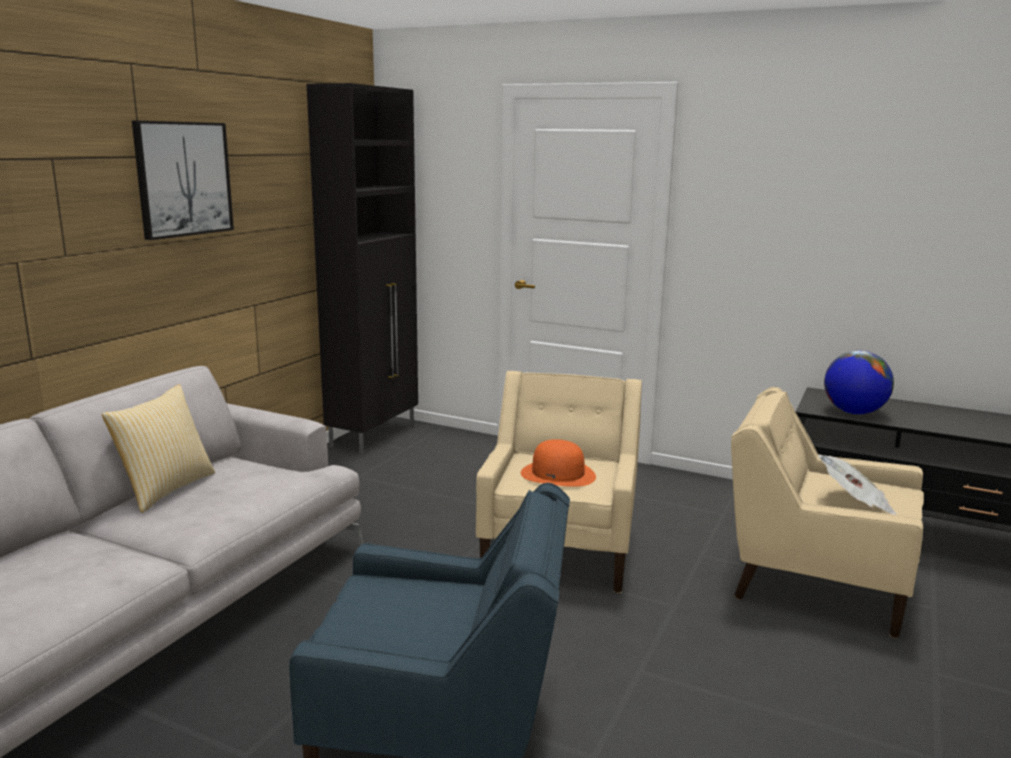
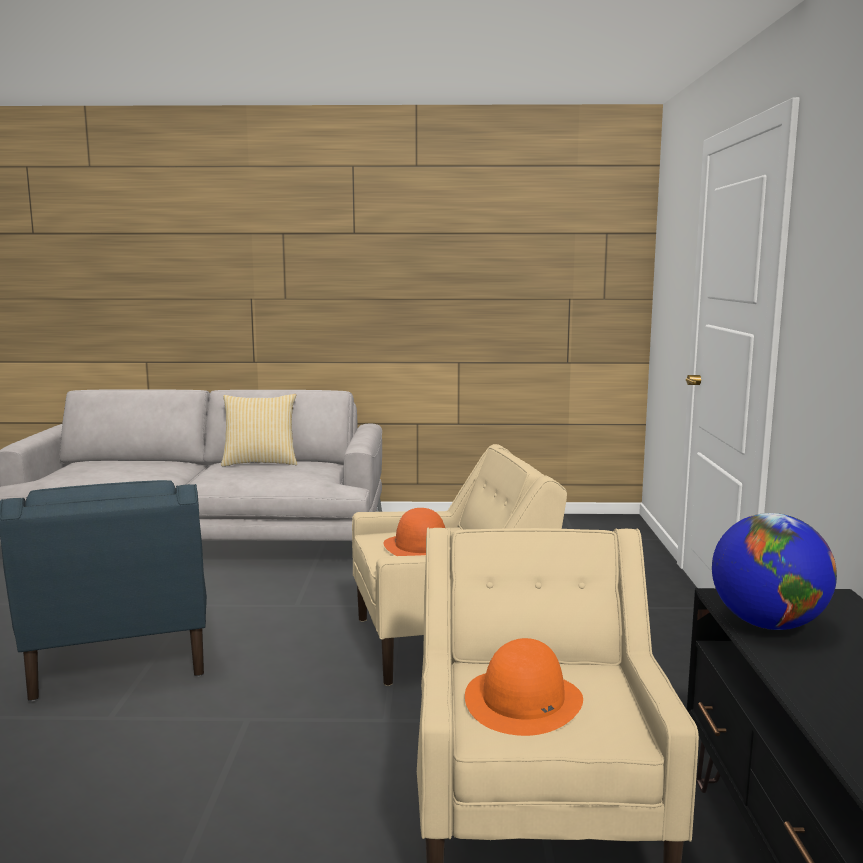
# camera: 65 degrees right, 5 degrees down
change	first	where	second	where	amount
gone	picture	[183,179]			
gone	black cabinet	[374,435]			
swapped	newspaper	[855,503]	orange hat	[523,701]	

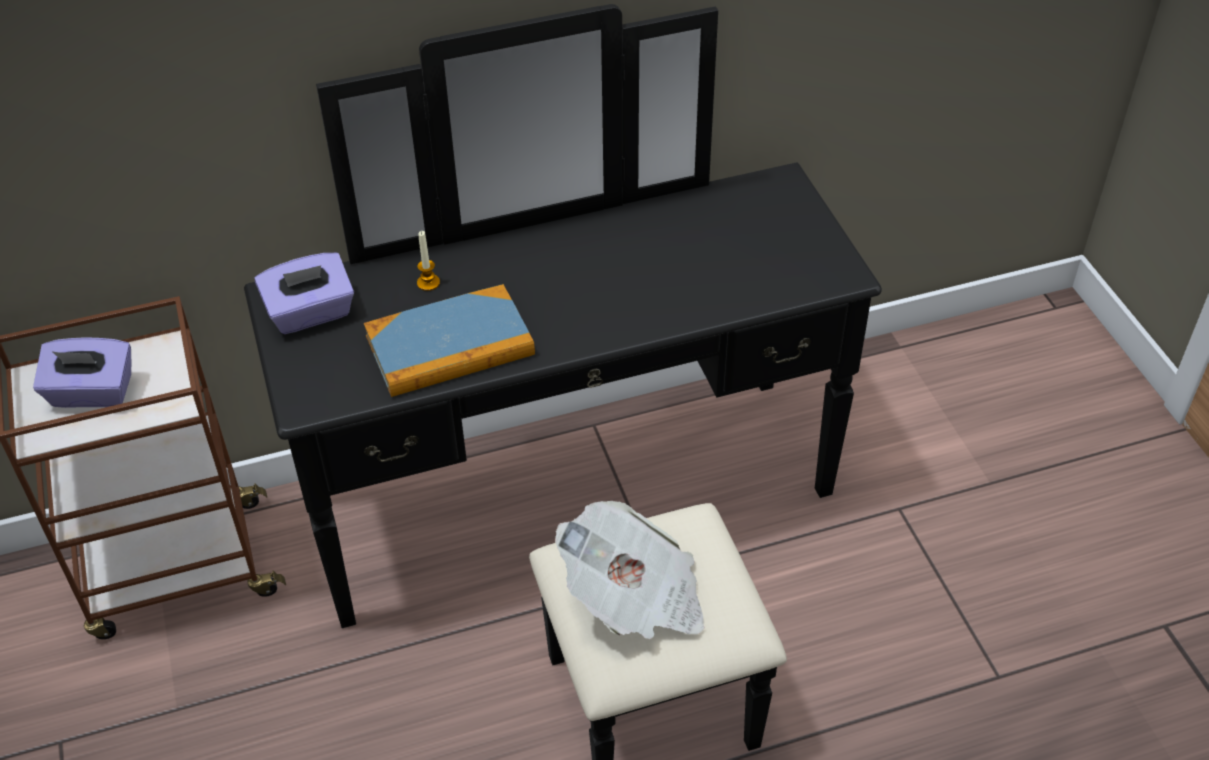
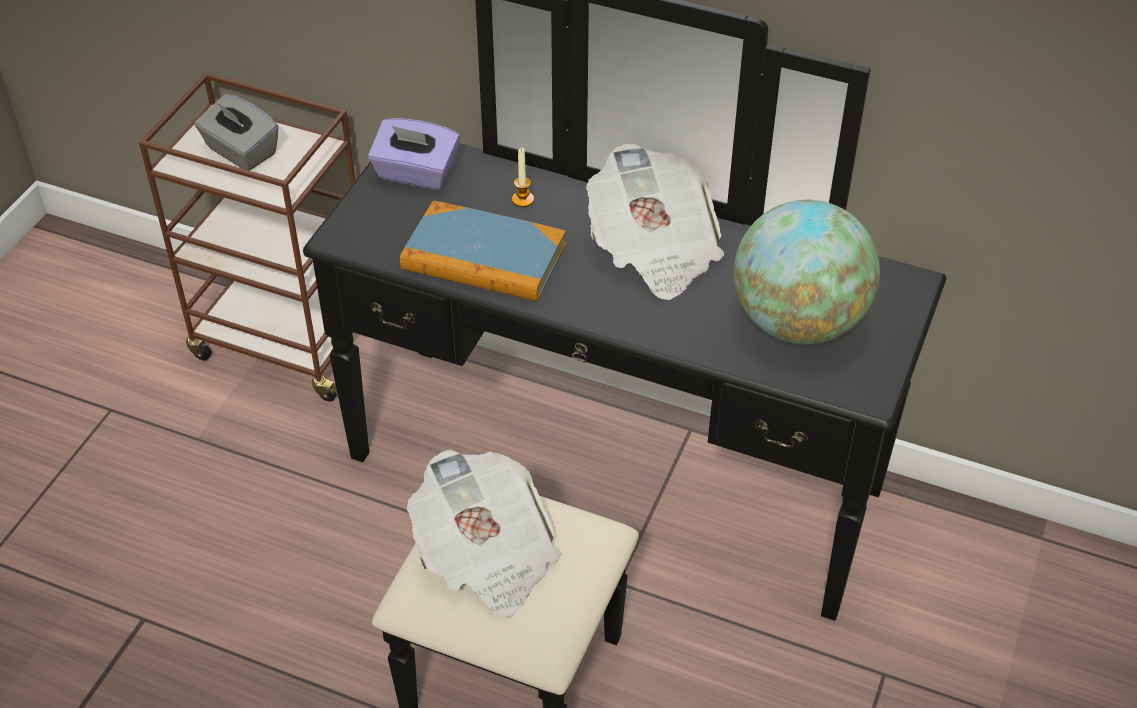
# camera: 40 degrees right, 0 degrees up
change	first	where	second	where	amount
repainted	purple tissue box	[92,393]	grey tissue box	[240,151]	
new			newspaper	[654,250]	
new			globe	[798,322]	

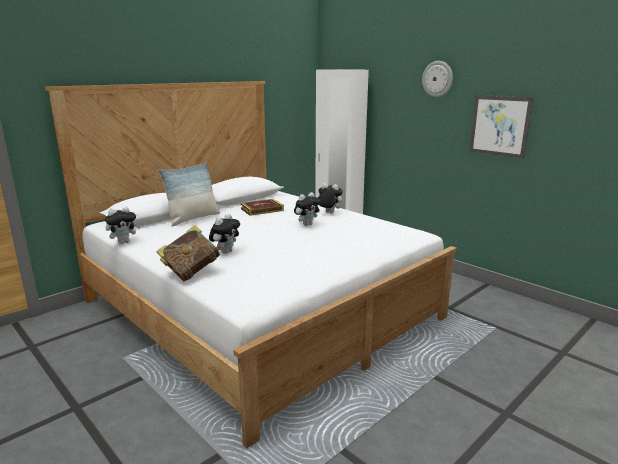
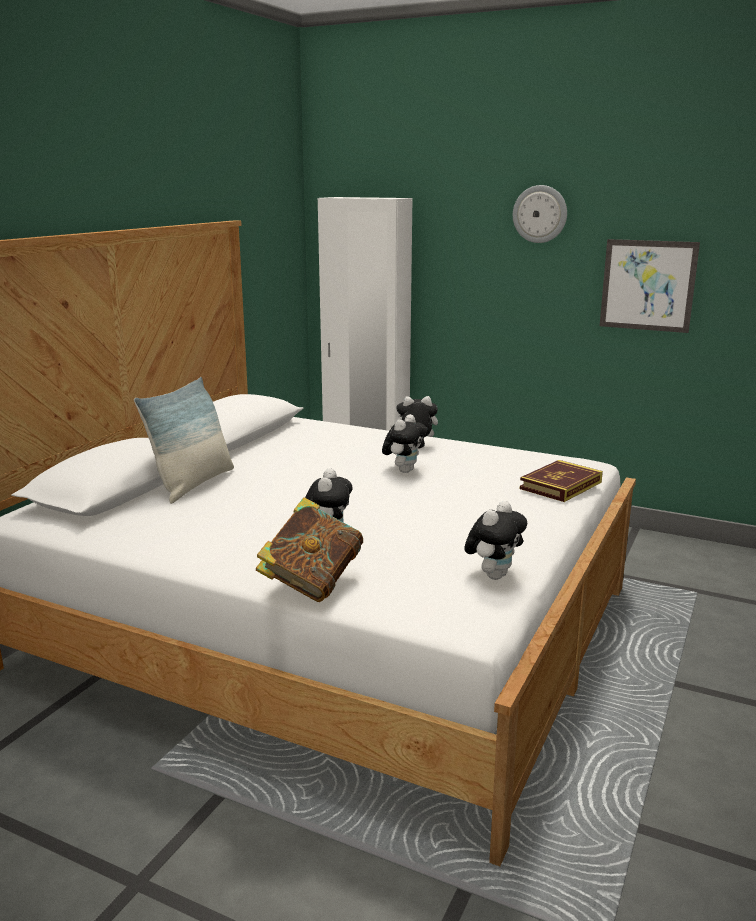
# camera: 20 degrees left, 0 degrees up
change	first	where	second	where	amount
shifted	plush toy	[124,242]		[494,575]	
shifted	book	[262,209]		[560,485]	

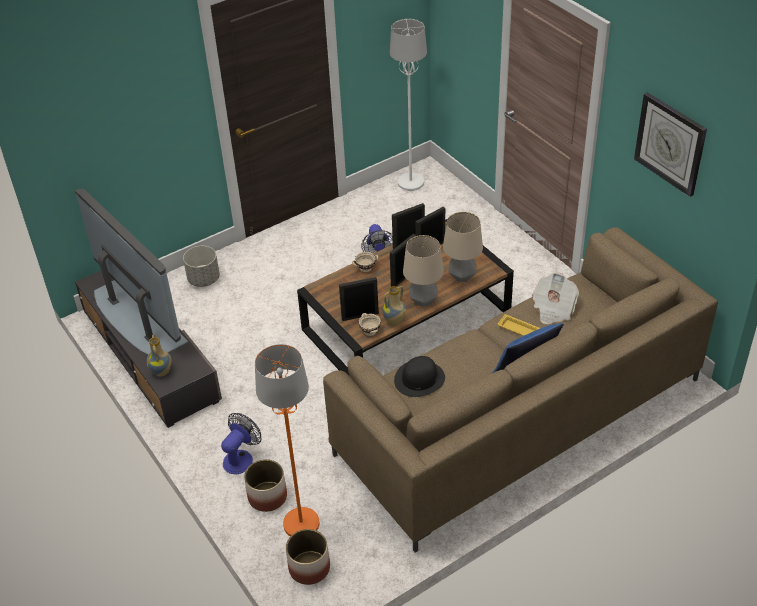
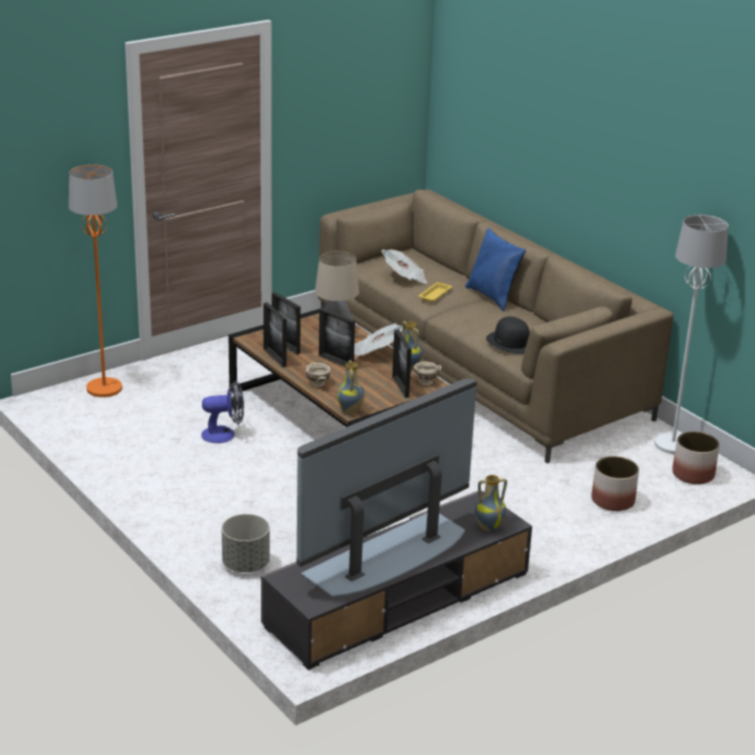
# camera: 95 degrees left, 15 degrees down
change	first	where	second	where	amount
gone	fan	[241,458]			
shifted	orange floor lamp	[301,523]		[104,388]	
shifted	white floor lamp	[410,183]		[673,445]	
swapped	table lamp	[423,300]	newspaper	[374,352]	
gone	wall clock	[670,143]			
new			vase	[351,410]	

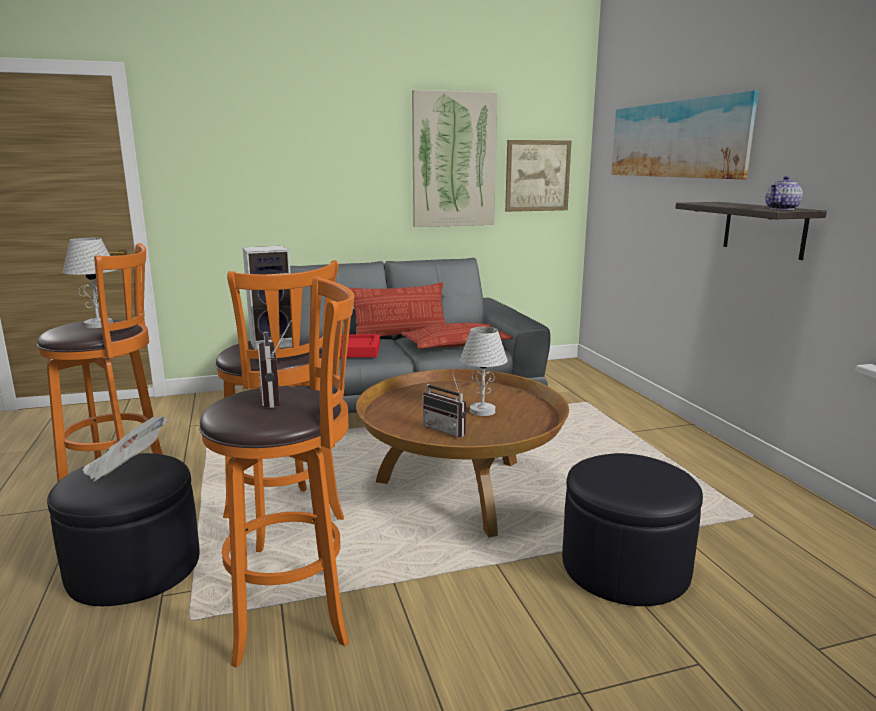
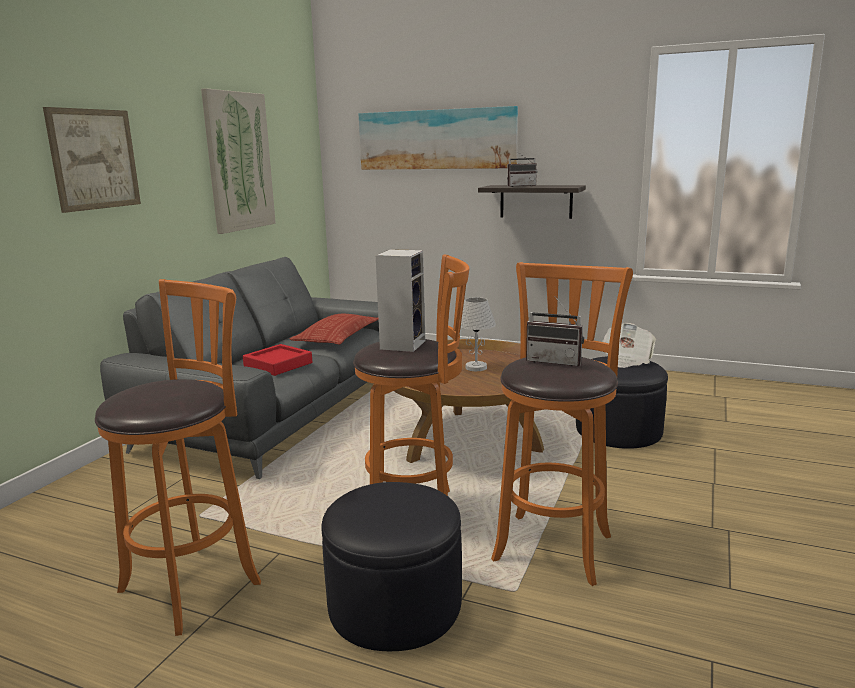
# camera: 50 degrees left, 0 degrees up
change	first	where	second	where	amount
gone	white table lamp	[98,325]			
shifted	newspaper	[127,468]		[627,359]	
gone	pillow	[400,336]			
shifted	radio	[448,429]		[520,186]	
shifted	picture	[537,176]		[94,159]	
gone	teapot	[782,209]			

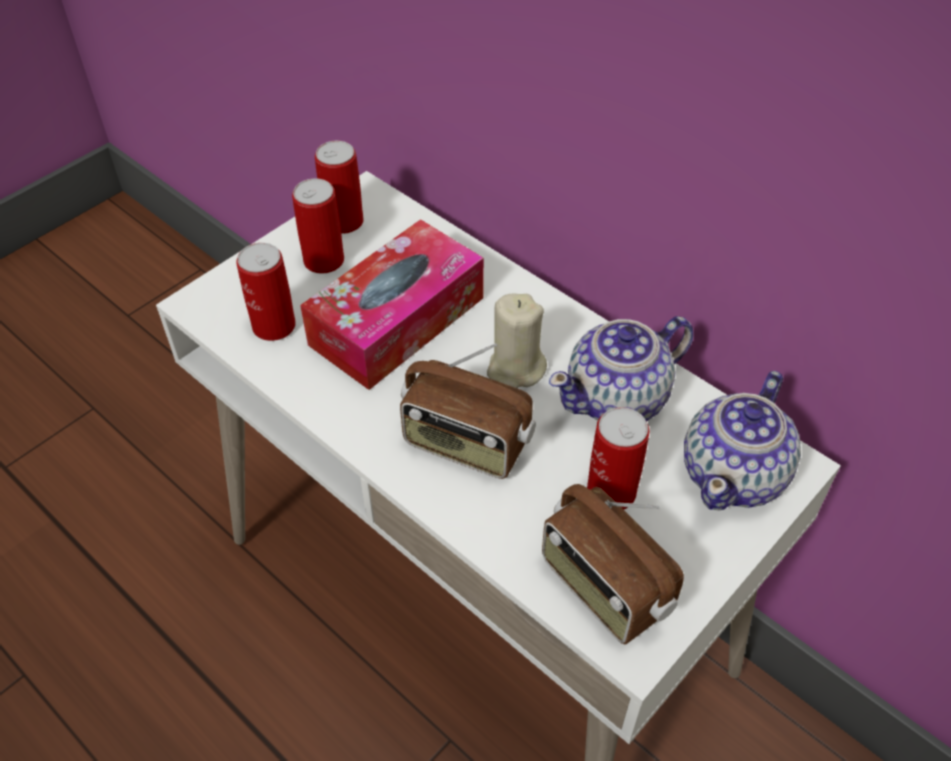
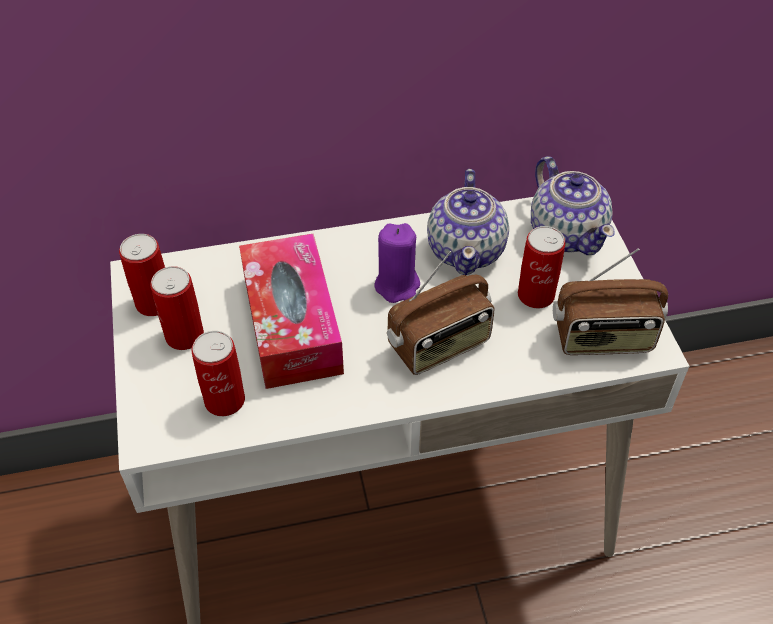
# camera: 55 degrees left, 0 degrees up
change	first	where	second	where	amount
repainted	beige candle	[515,370]	purple candle	[397,285]	

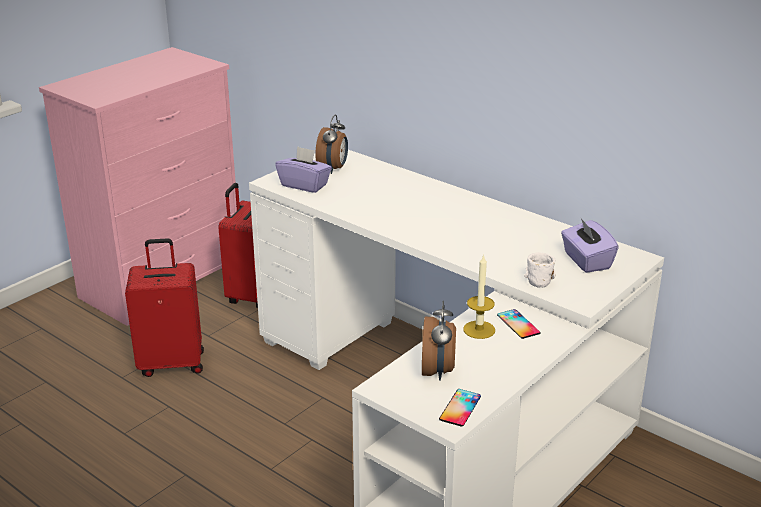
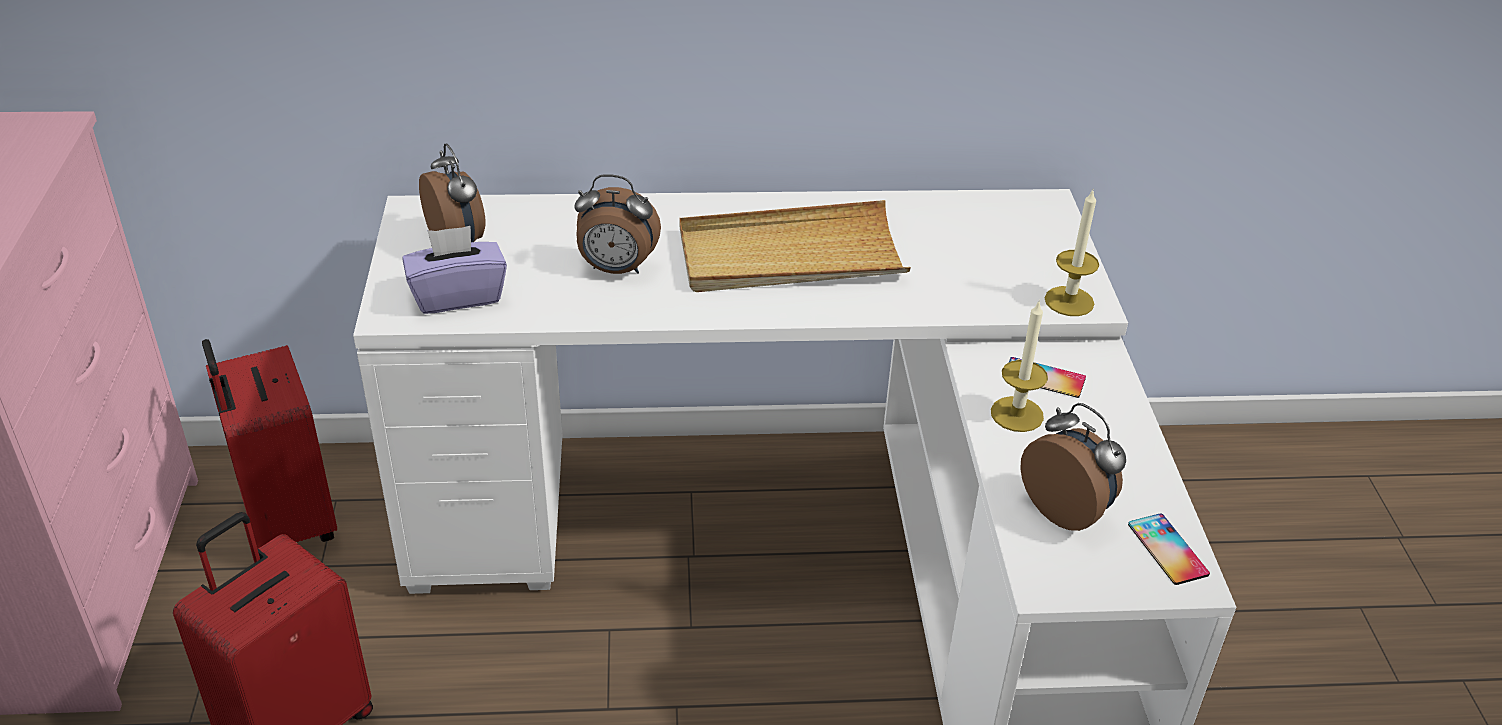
# camera: 45 degrees left, 10 degrees up
change	first	where	second	where	amount
gone	white mug	[537,278]			
gone	purple tissue box	[586,261]			
new			alarm clock	[616,269]	
new			beige tray	[790,256]	
new			candle	[1069,301]	

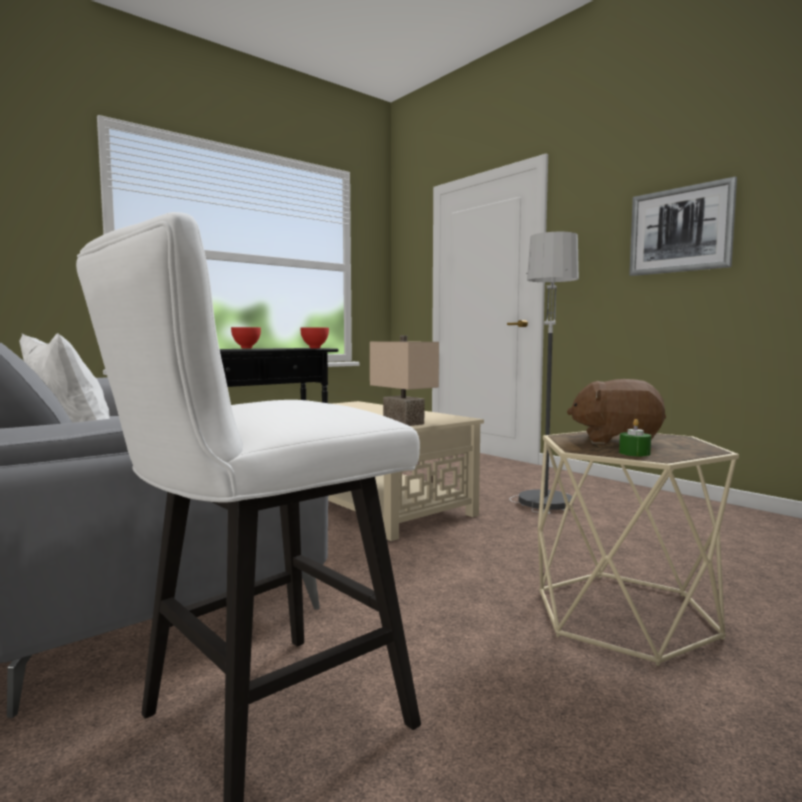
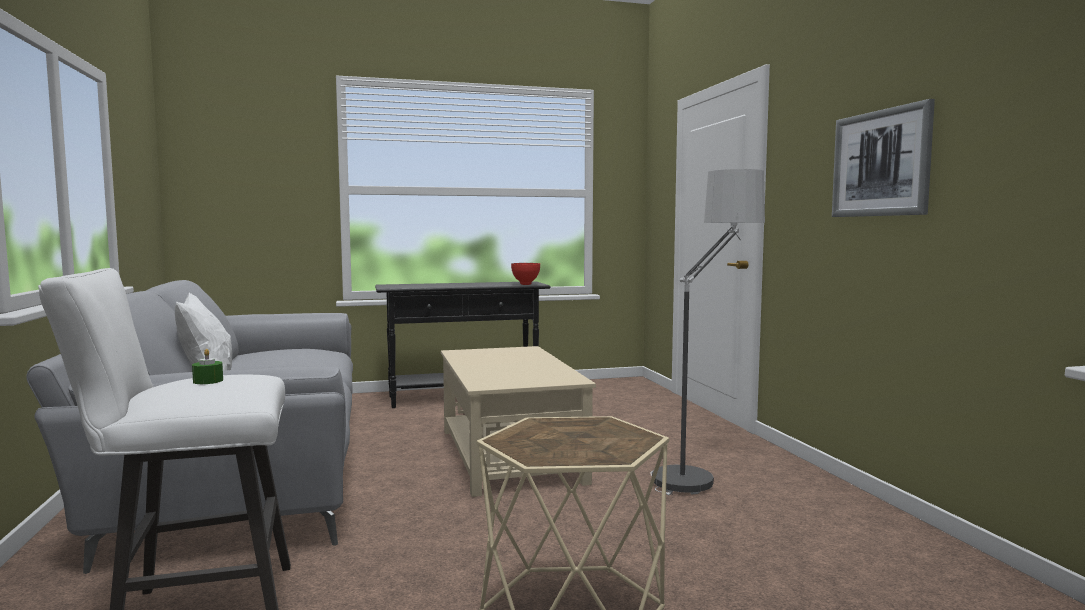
# camera: 25 degrees right, 0 degrees up
change	first	where	second	where	amount
gone	red bowl	[246,348]			
gone	beige table lamp	[405,423]			
gone	brown plush toy	[616,440]			
shifted	green candle	[634,453]		[208,381]	

